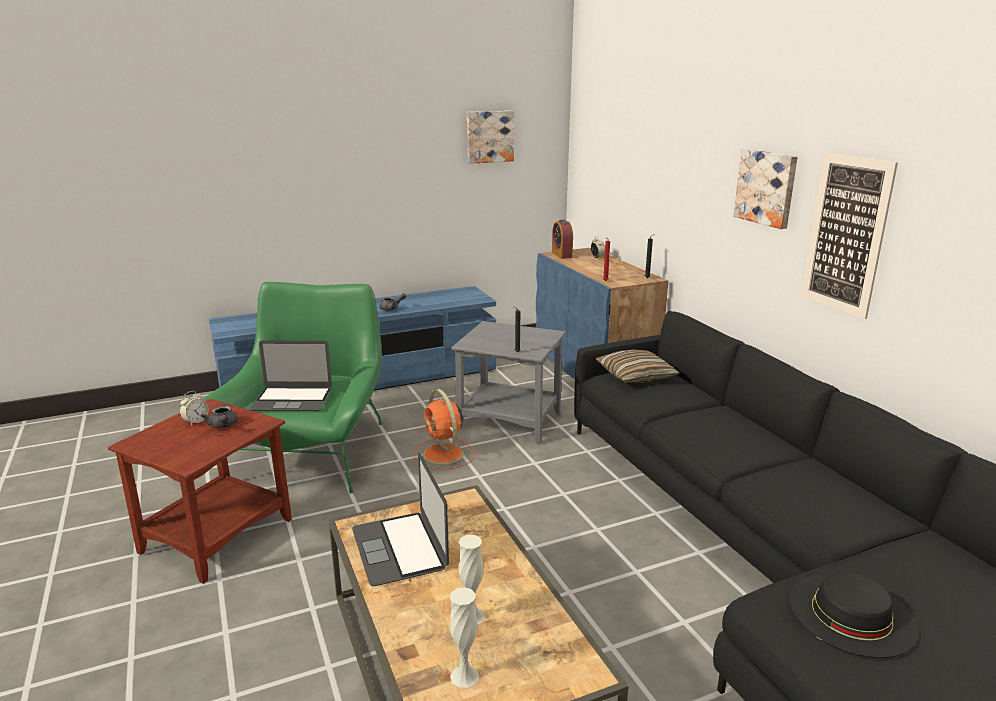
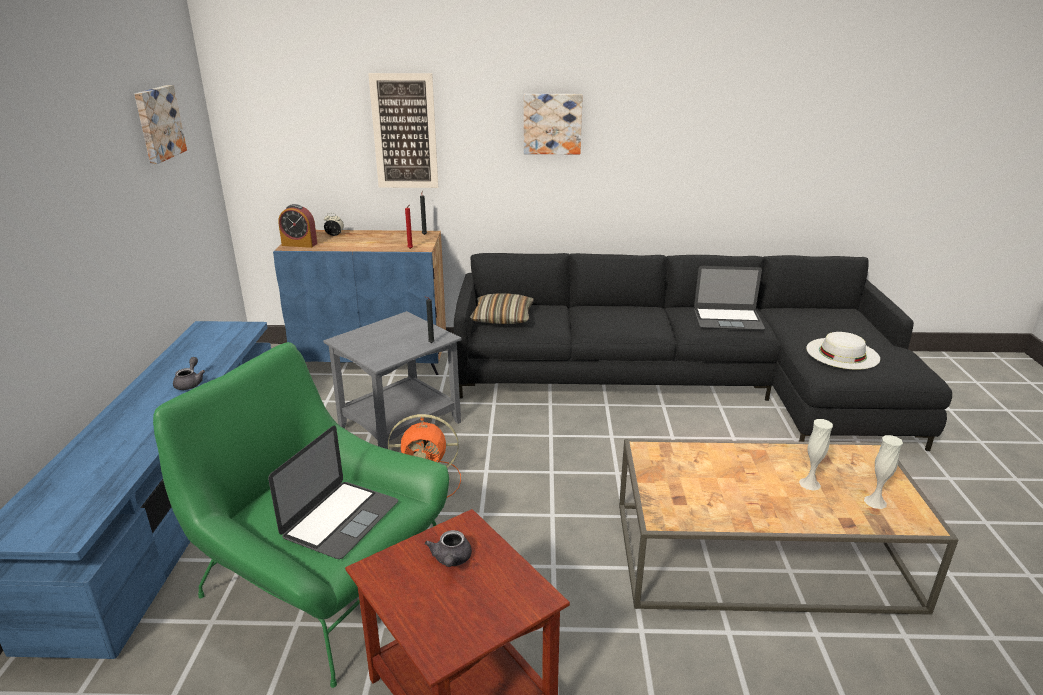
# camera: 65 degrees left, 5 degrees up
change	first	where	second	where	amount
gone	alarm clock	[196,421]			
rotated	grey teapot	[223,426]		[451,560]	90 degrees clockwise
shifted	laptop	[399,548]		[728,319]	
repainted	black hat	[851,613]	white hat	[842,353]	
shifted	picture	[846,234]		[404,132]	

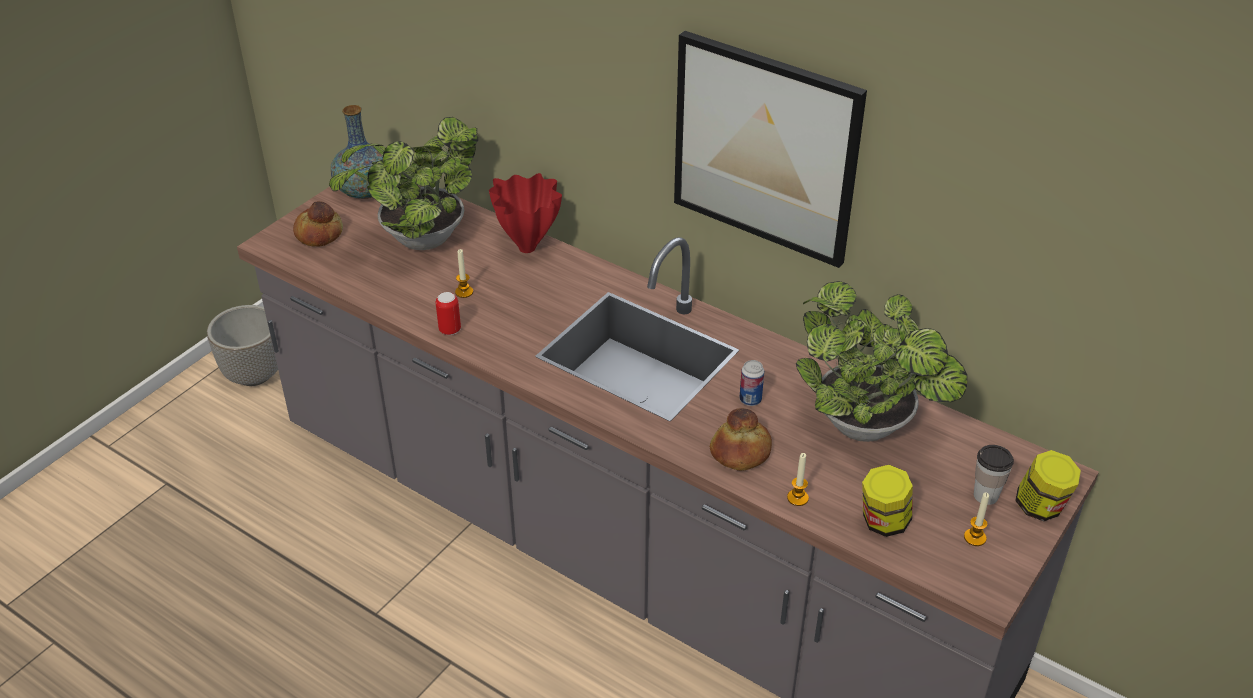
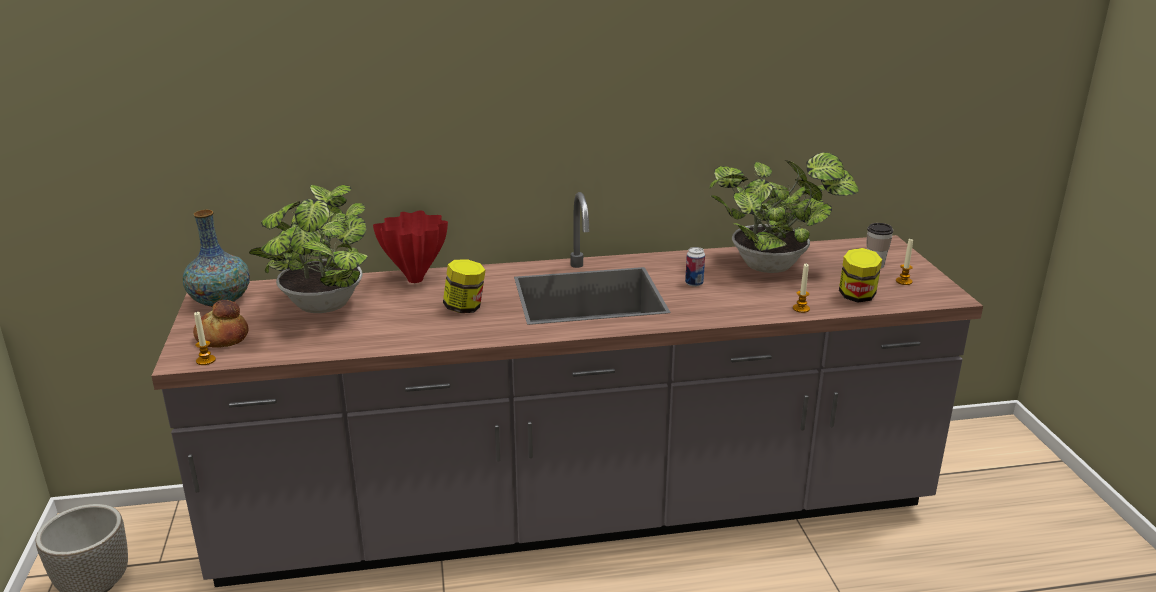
# camera: 45 degrees left, 15 degrees down
change	first	where	second	where	amount
gone	can	[450,330]			
shifted	candle	[464,292]		[206,360]	
gone	picture	[765,148]			
gone	bread	[741,452]			
shifted	jar	[1041,507]		[465,308]	

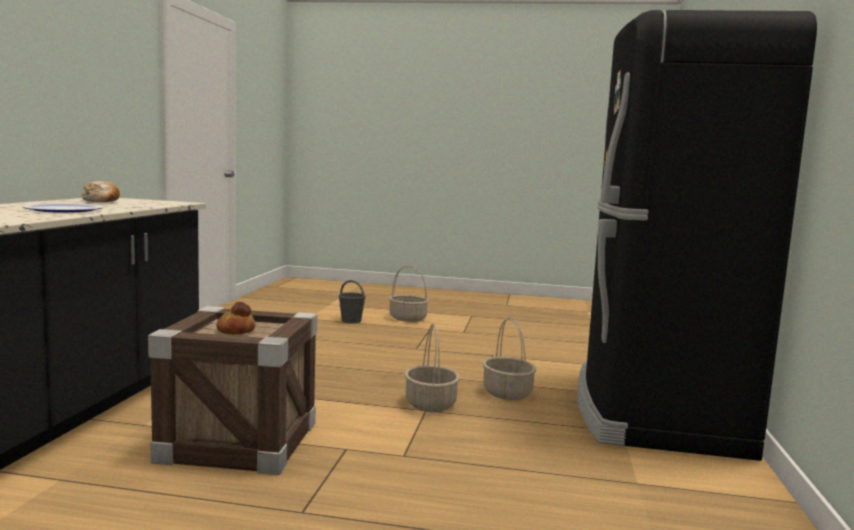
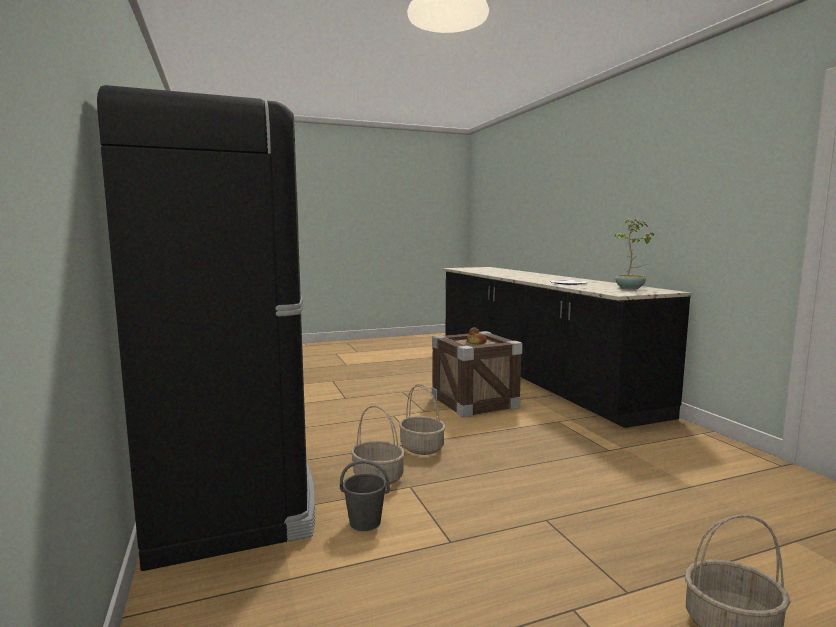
# camera: 150 degrees right, 0 degrees up
change	first	where	second	where	amount
swapped	bread	[102,201]	potted plant	[630,288]	
shifted	grey bucket	[351,321]		[364,522]	

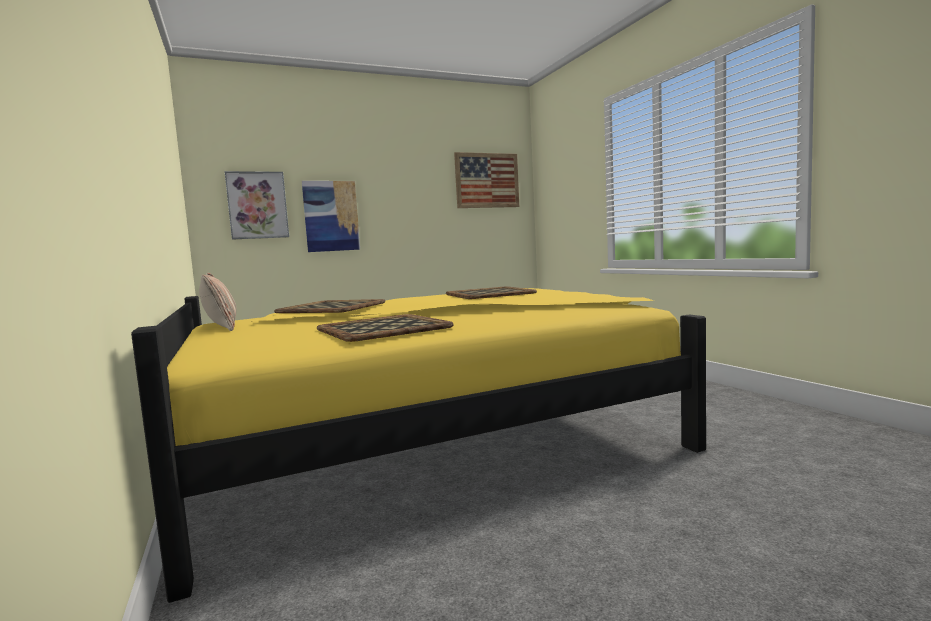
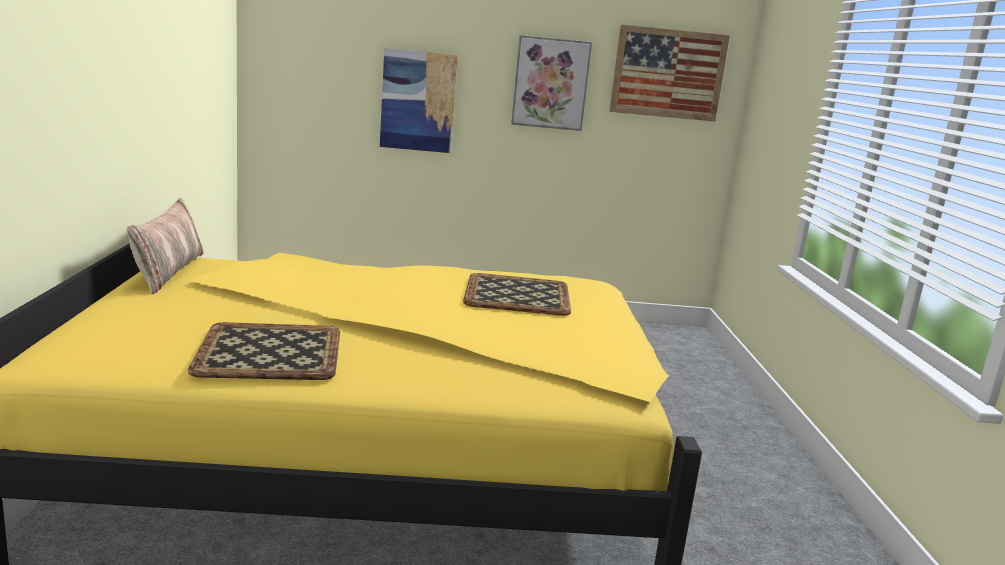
# camera: 20 degrees right, 10 degrees up
change	first	where	second	where	amount
shifted	picture	[257,205]		[550,83]	
gone	tray	[332,307]			

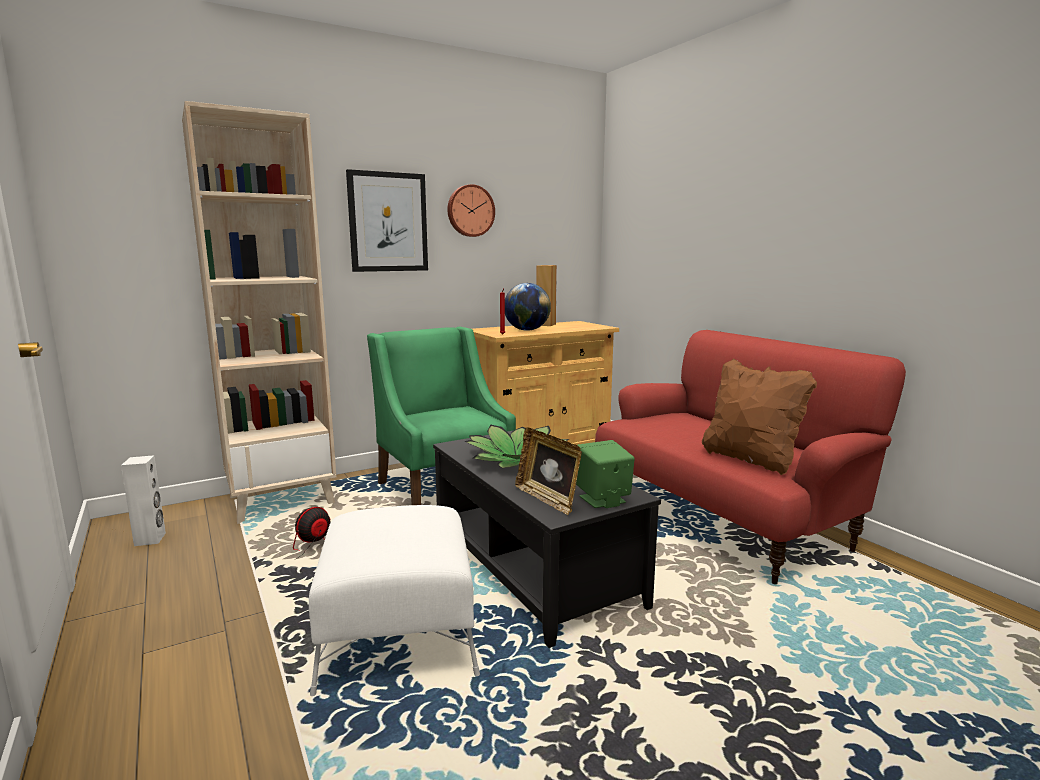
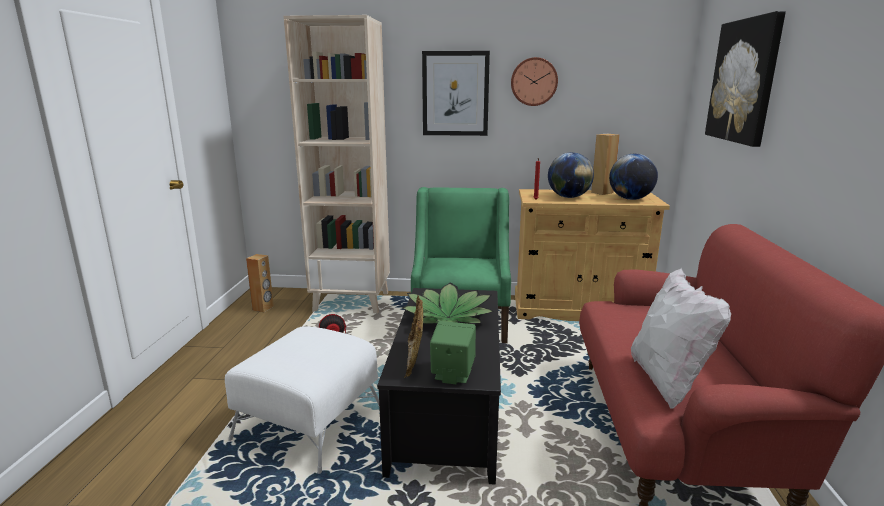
# camera: 35 degrees right, 5 degrees up
change	first	where	second	where	amount
repainted	white speaker	[150,539]	brown speaker	[263,308]	
repainted	brown pillow	[750,460]	white pillow	[667,381]	
new			globe	[630,199]	
new			picture	[744,81]	

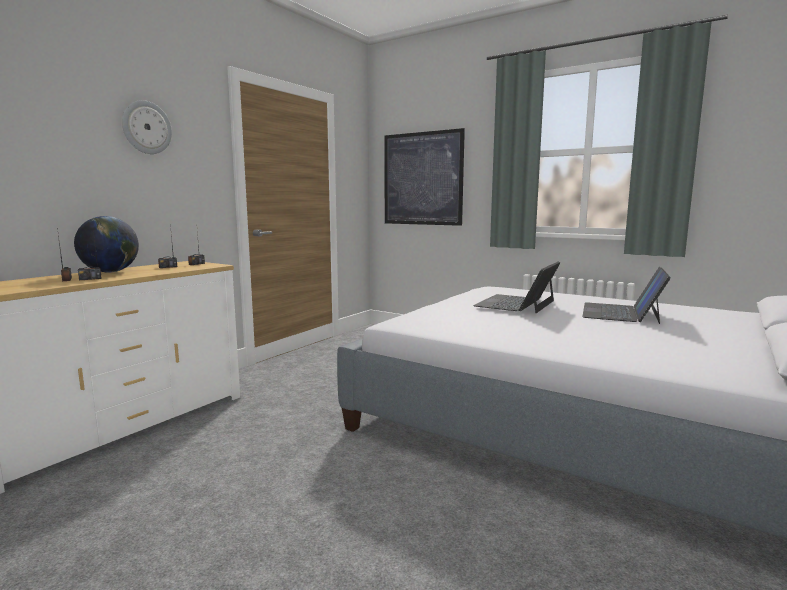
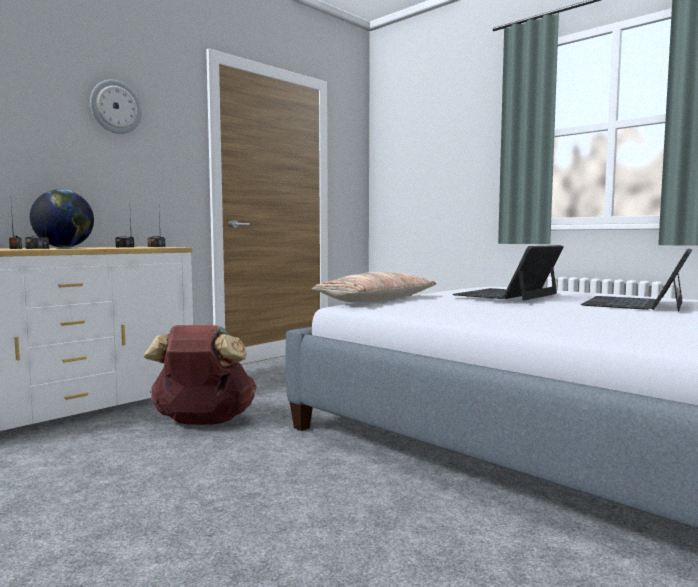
# camera: 10 degrees right, 5 degrees down
change	first	where	second	where	amount
gone	picture	[422,179]			
new			brown backpack	[203,422]	
new			pillow	[378,301]	

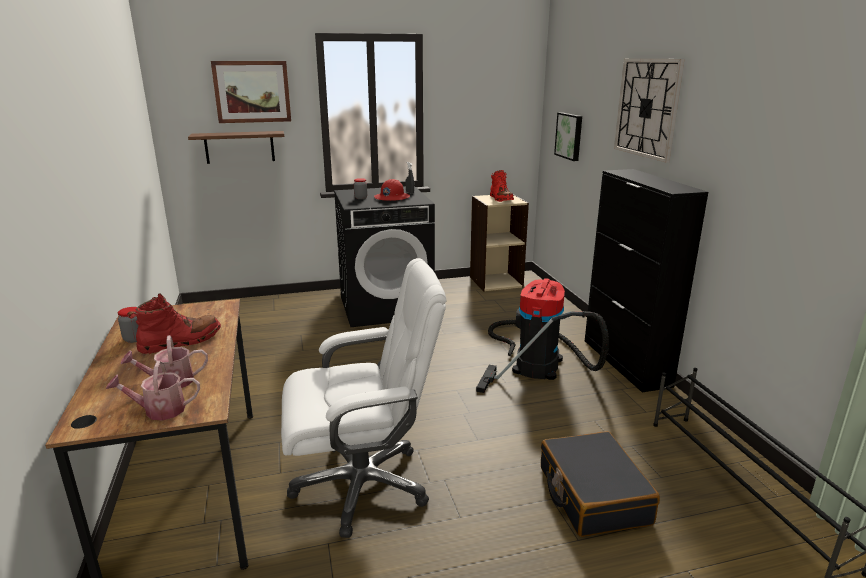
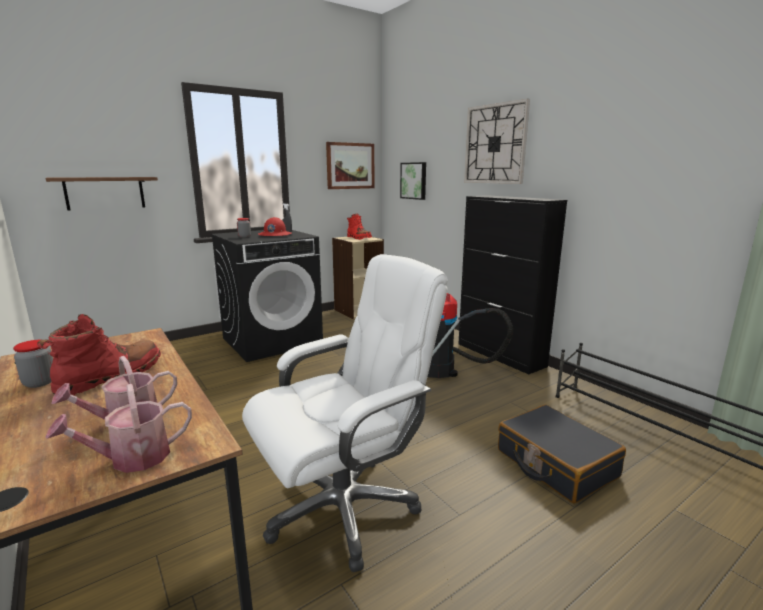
# camera: 20 degrees left, 5 degrees down
change	first	where	second	where	amount
shifted	picture	[252,92]		[350,166]	

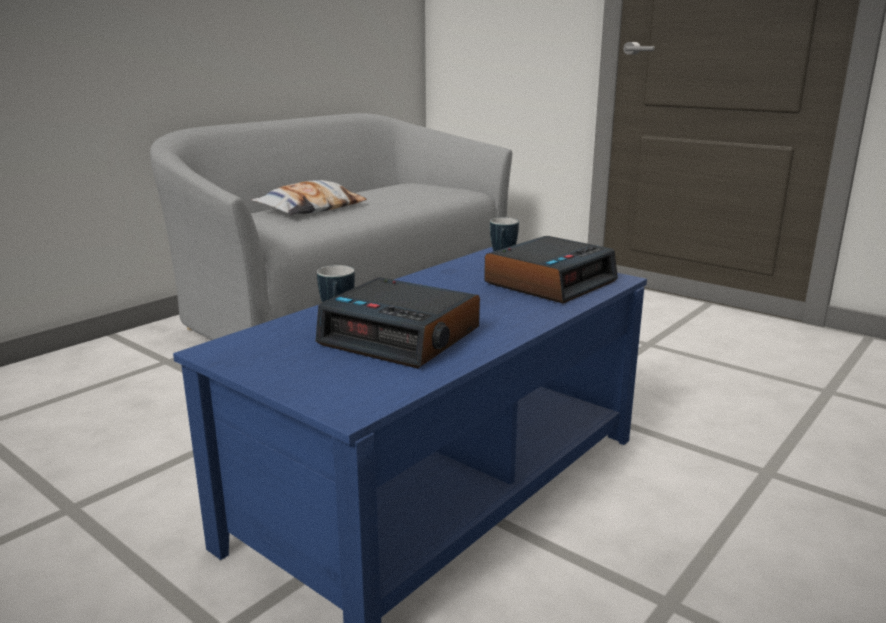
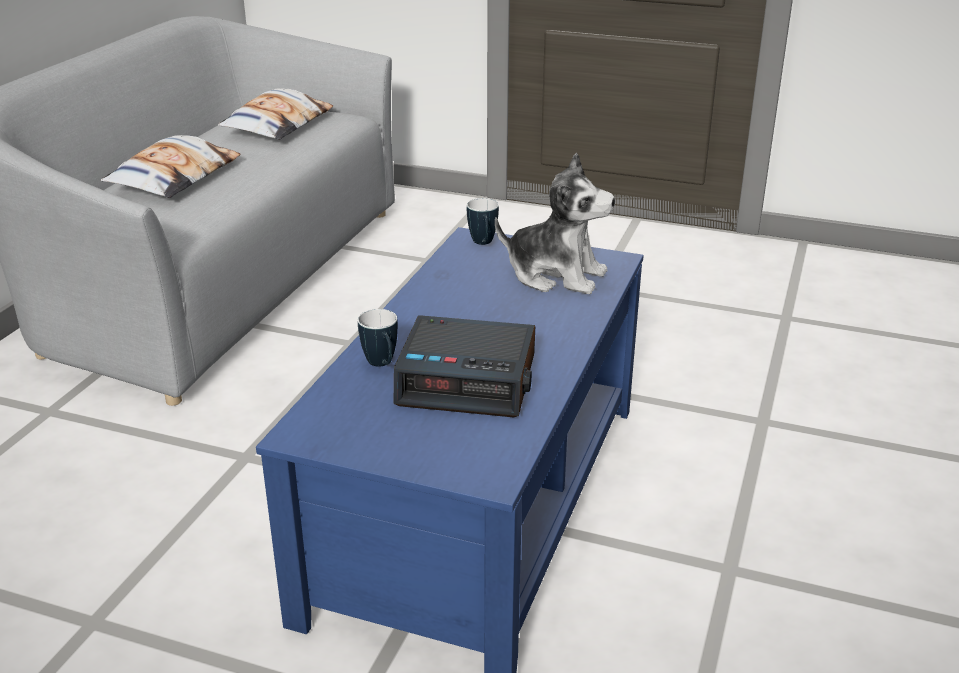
# camera: 20 degrees left, 10 degrees up
change	first	where	second	where	amount
swapped	alarm clock	[550,282]	plush toy	[556,275]	
new			pillow	[278,125]	

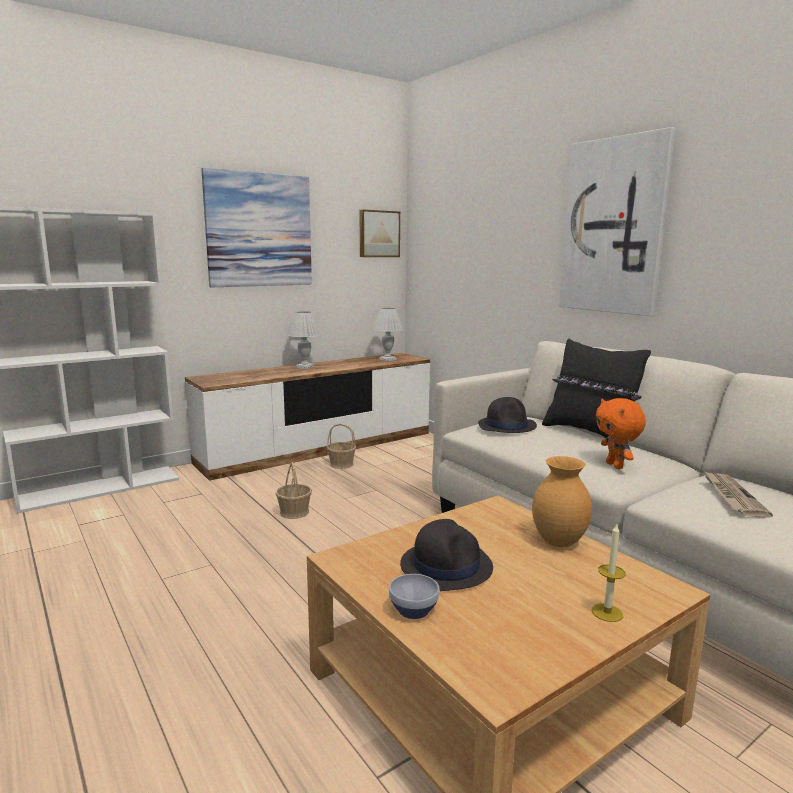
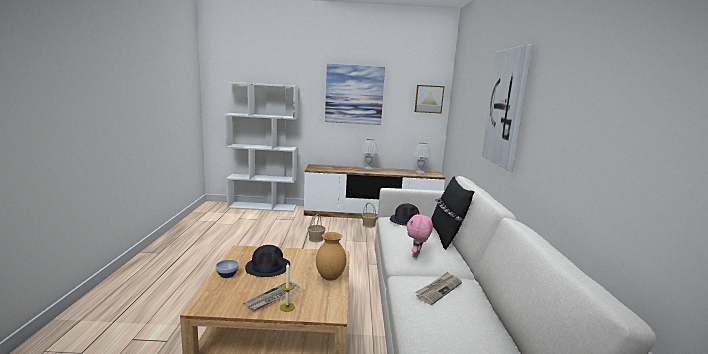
# camera: 35 degrees right, 0 degrees up
change	first	where	second	where	amount
repainted	orange plush toy	[615,466]	pink plush toy	[417,255]	
new			newspaper	[273,298]	

